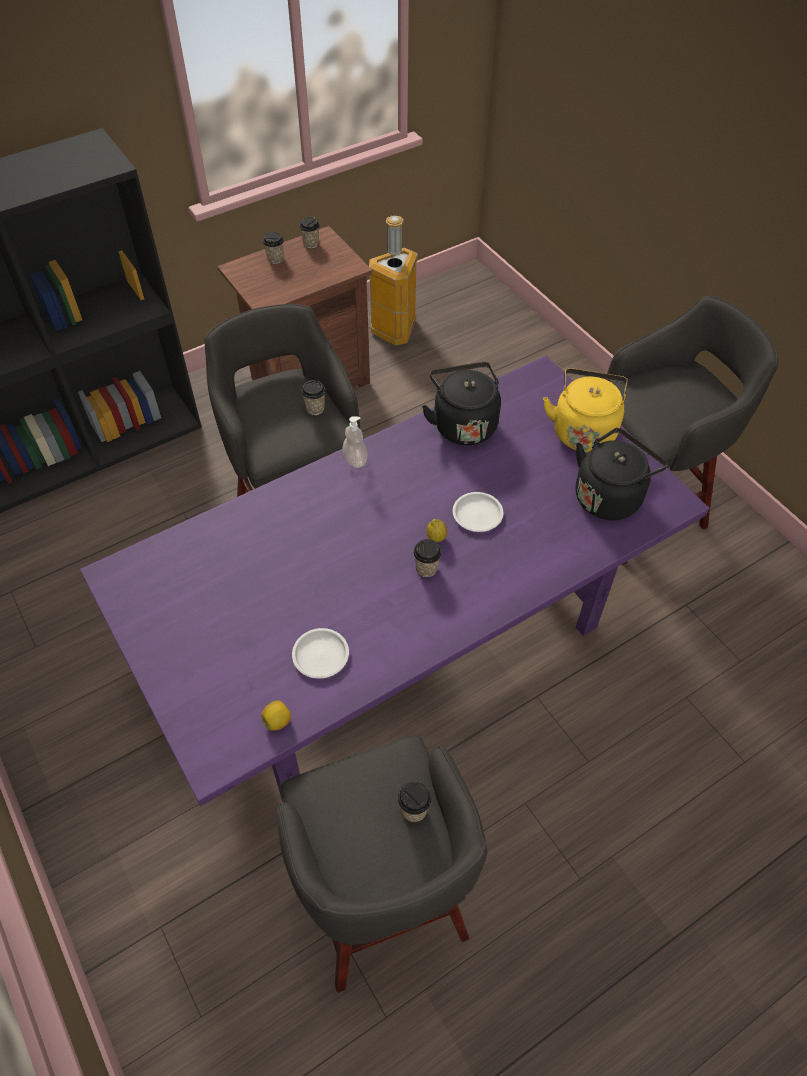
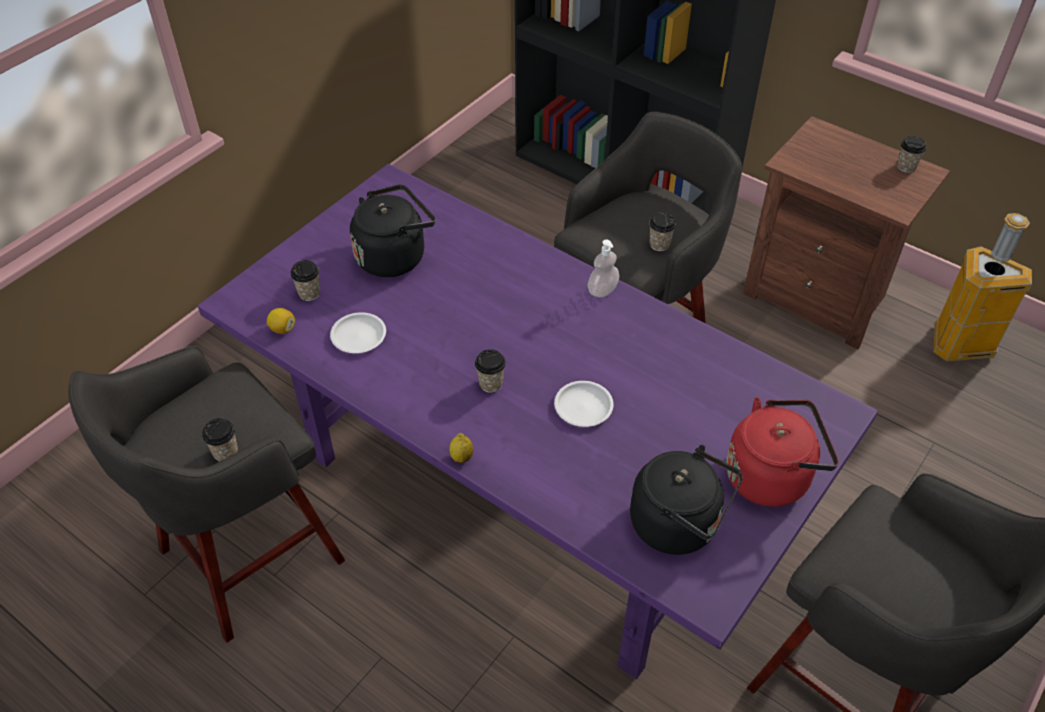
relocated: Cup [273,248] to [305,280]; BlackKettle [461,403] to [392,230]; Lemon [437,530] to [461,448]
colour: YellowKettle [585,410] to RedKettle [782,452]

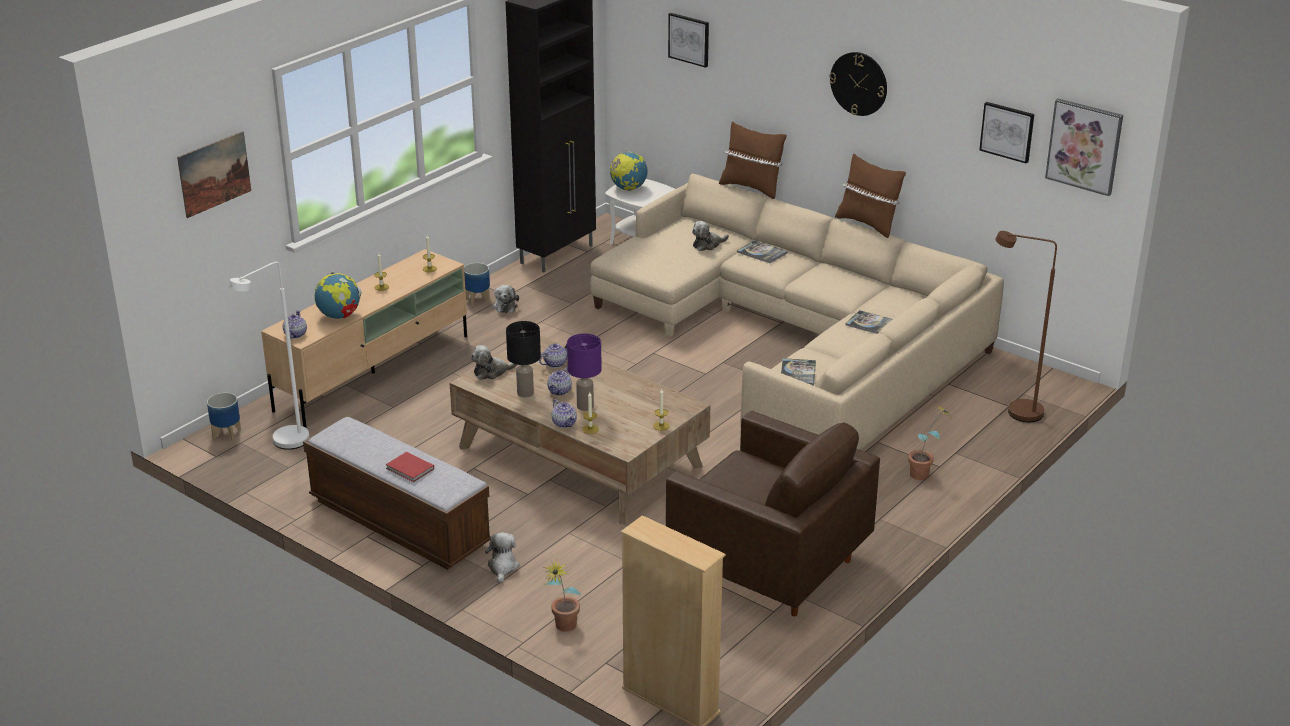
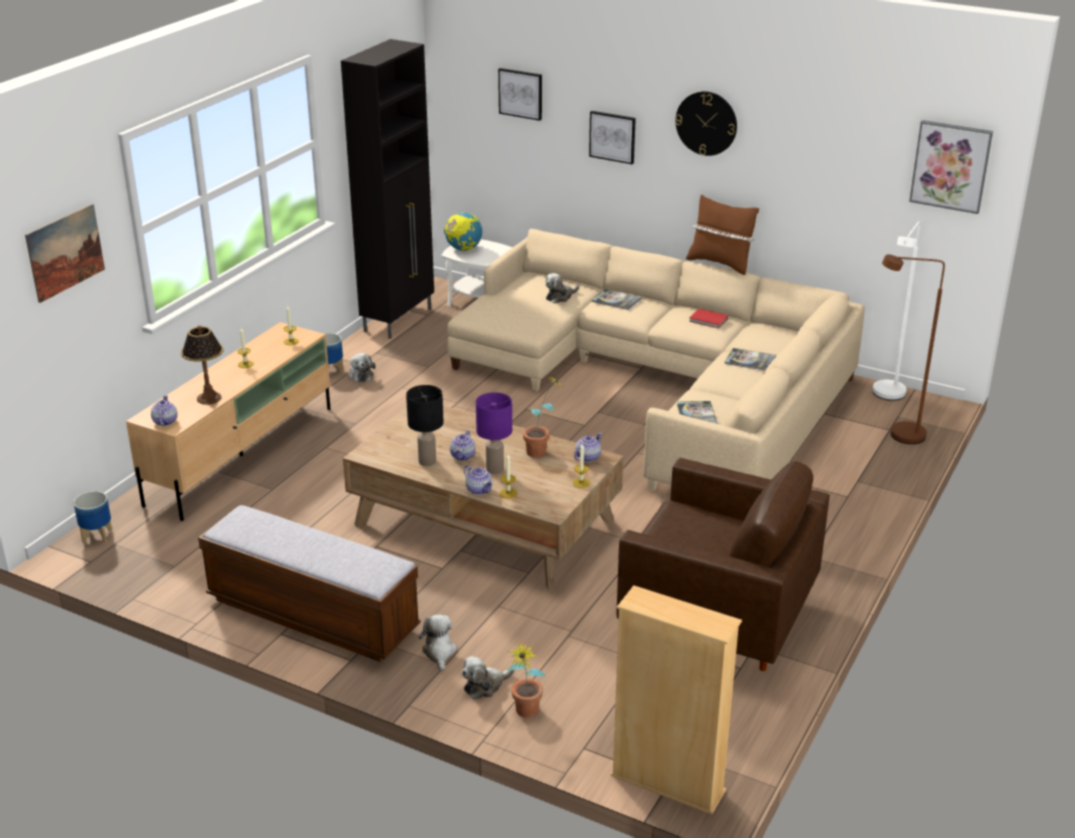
missing: BrownPillow [753,160]
relocated: Picture [1006,133] to [612,137]; WhiteFloorLamp [269,356] to [896,311]; Teapot [553,355] to [588,447]; PlushToy [494,362] to [488,677]; PottedPlant [930,442] to [543,417]; RedBook [410,467] to [708,318]
exchanged: Globe [338,295] to TableLamp [202,365]

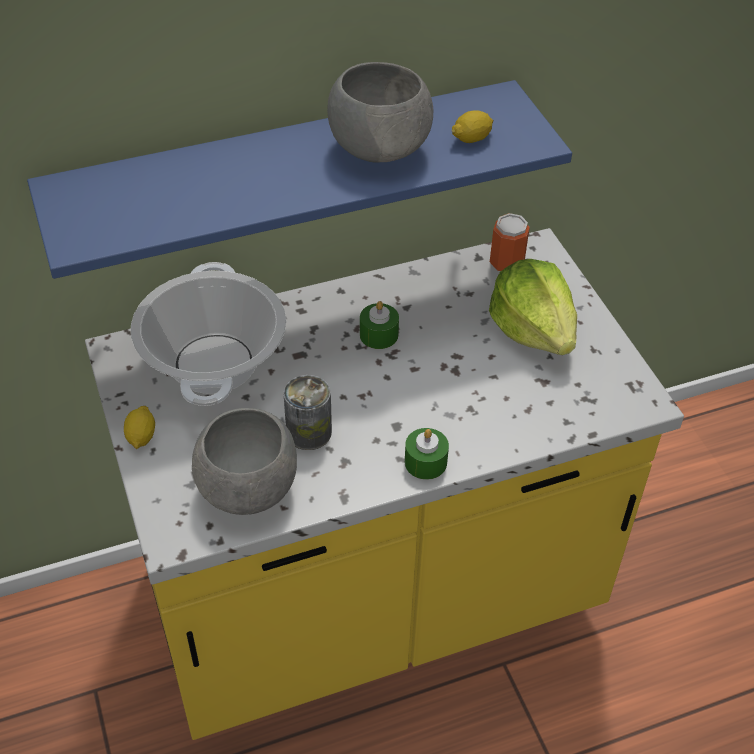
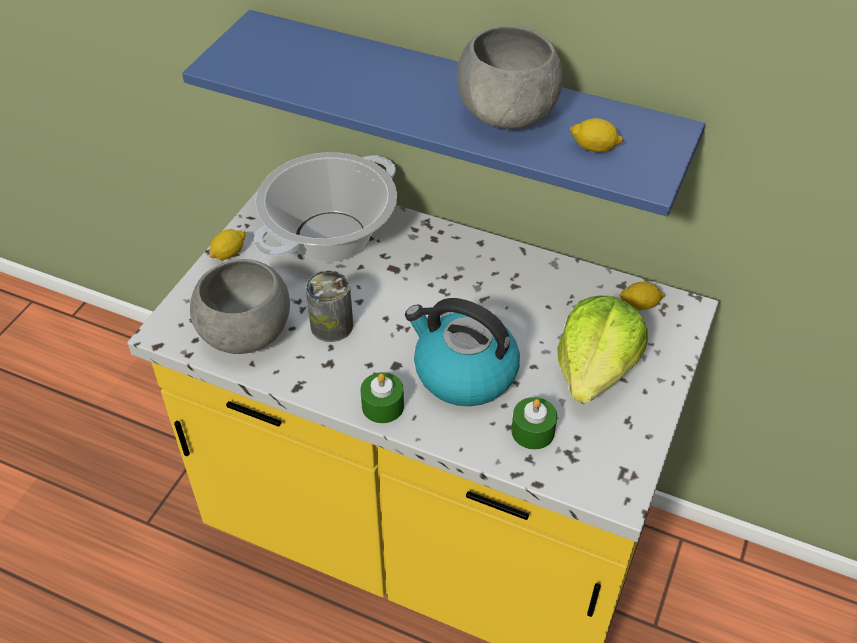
appeared: Kettle [462,352]
relocated: GreenCandle [379,325] to [534,423]
exchanged: Can [510,242] to Lemon [642,296]

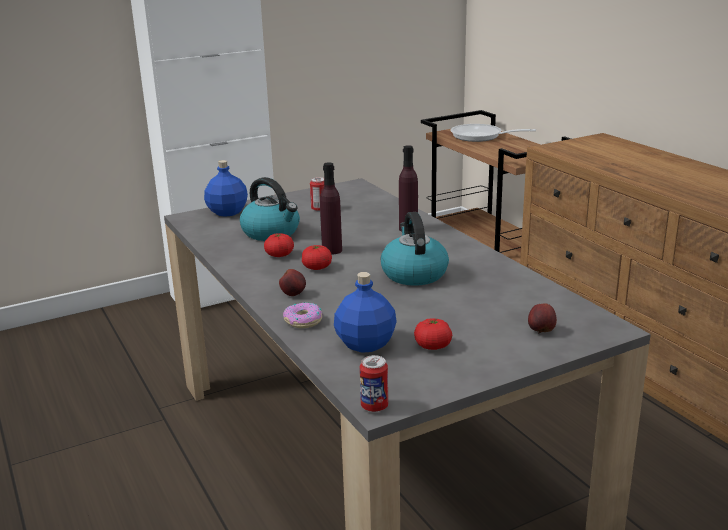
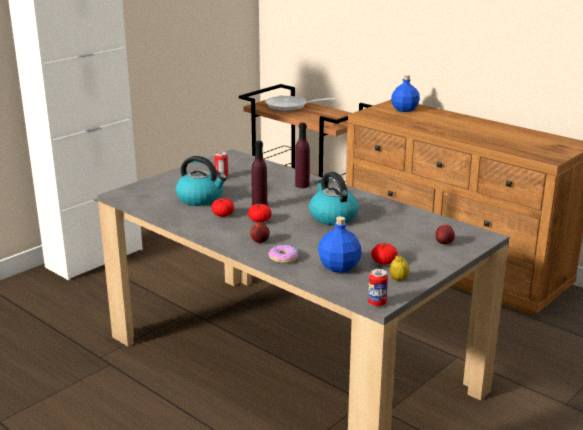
appeared: Lemon [399,268]
relocated: BlueBottle [226,188] to [405,93]

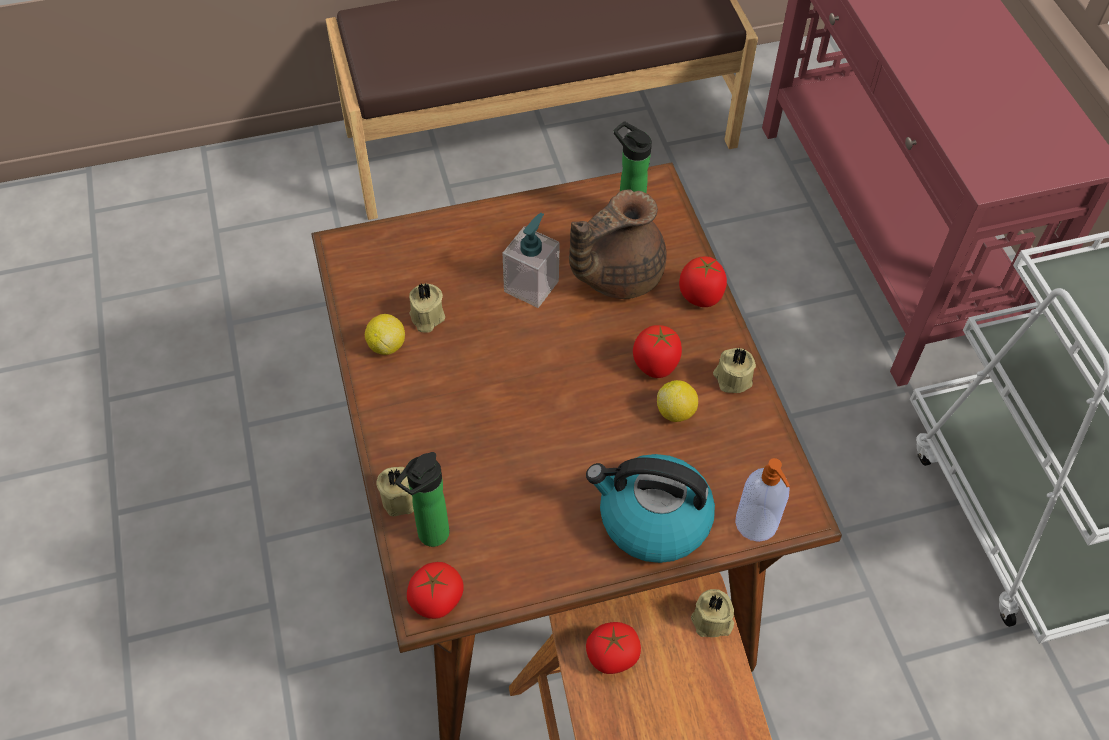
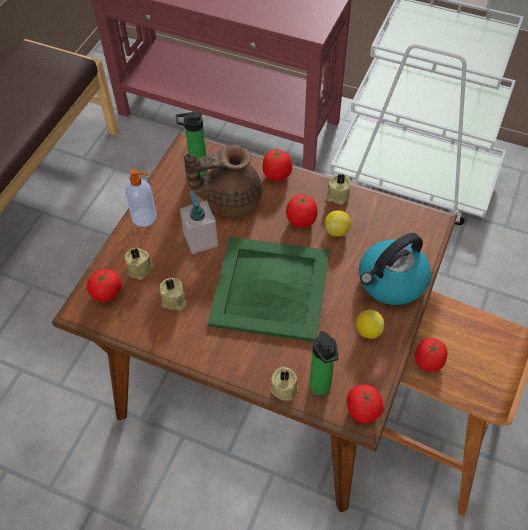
appeared: GreenTray [269,289]; Tomato [104,285]
relocated: Lemon [385,334] to [370,324]; SoapDispenser [762,500] to [141,198]; BeigeCandle [712,613] to [139,263]
spun: BrownTeapot [618,244] = [223,181] 75 degrees clockwise

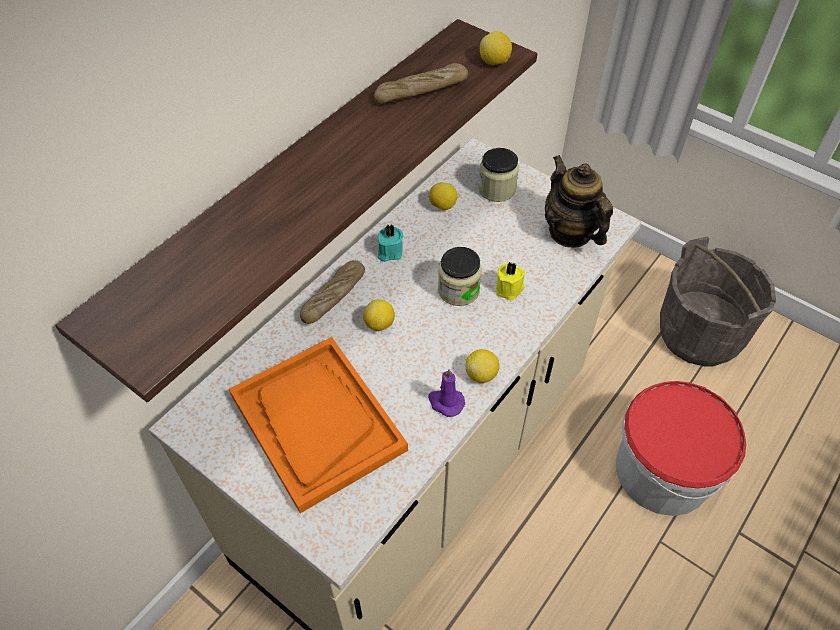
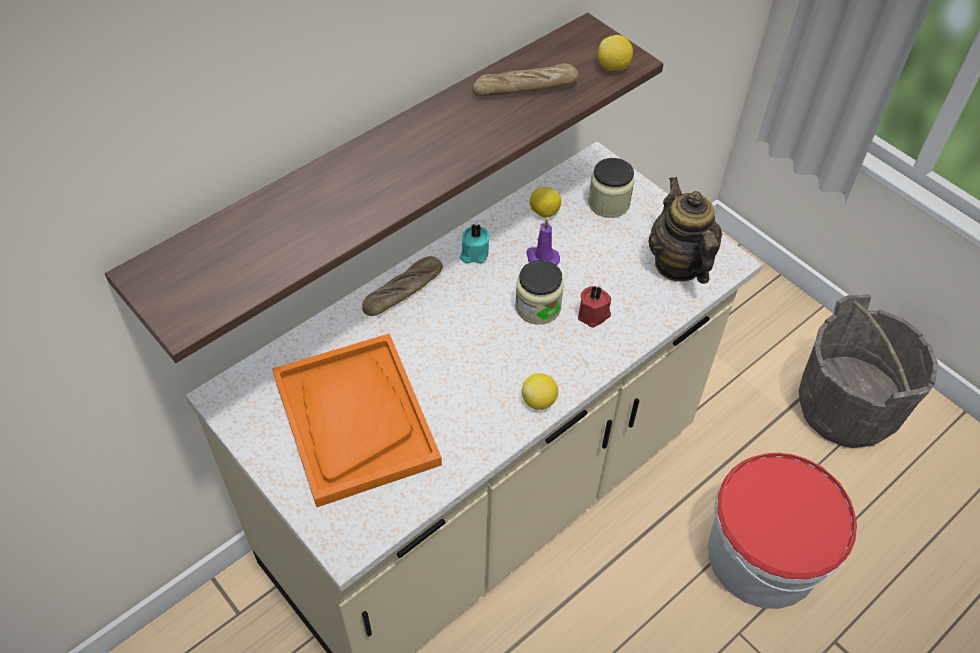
missing: Lemon [379,316]
relocated: PurpleCandle [446,393] to [543,242]
colour: YellowCandle [510,281] to RedCandle [594,307]

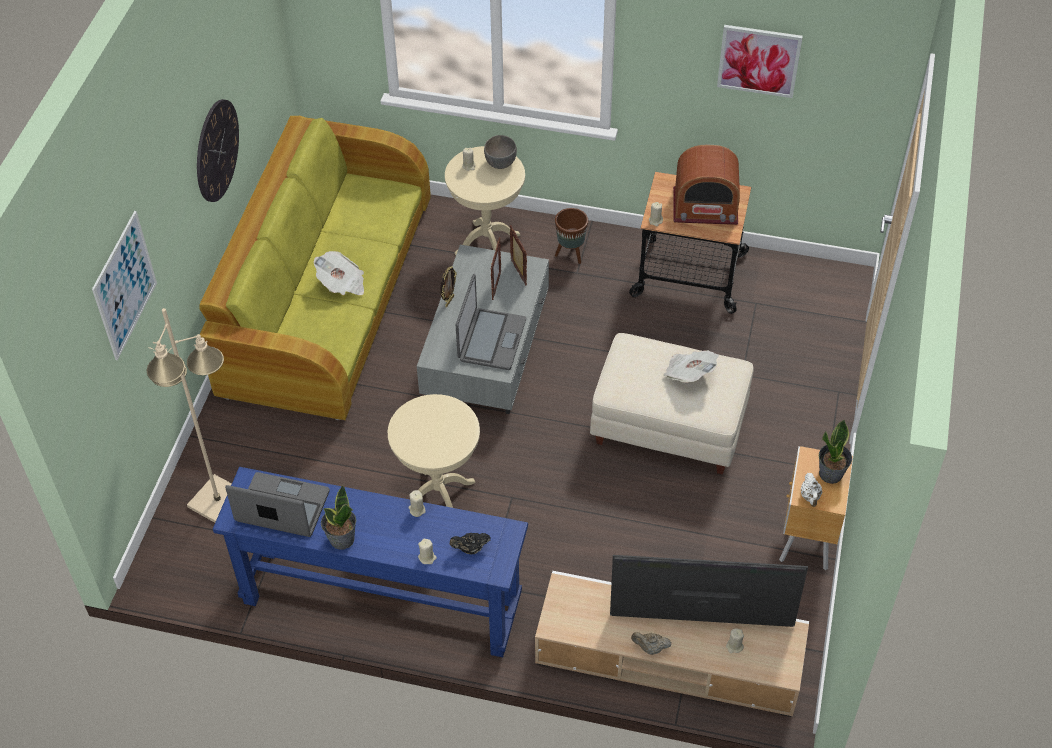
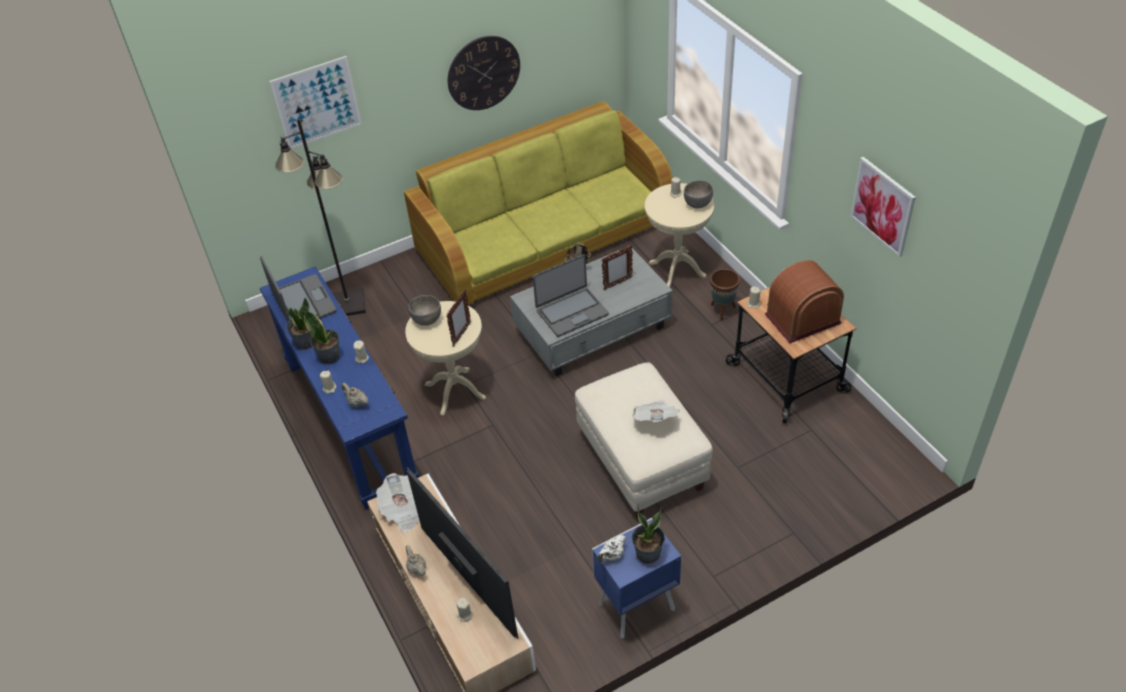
appeared: GreyBowl [424,310]; PottedPlant [322,337]
relocated: PictureFrame [518,255] to [458,318]; Newspaper [338,273] to [398,502]
colour: BeigeFloorLamp [189,415] to BlackFloorLamp [320,217]; BrownNightstand [816,508] to BlueNightstand [636,578]; BlackTeapot [470,544] to BeigeTeapot [355,395]
spun: Radio [706,185] = [804,301] 105 degrees clockwise

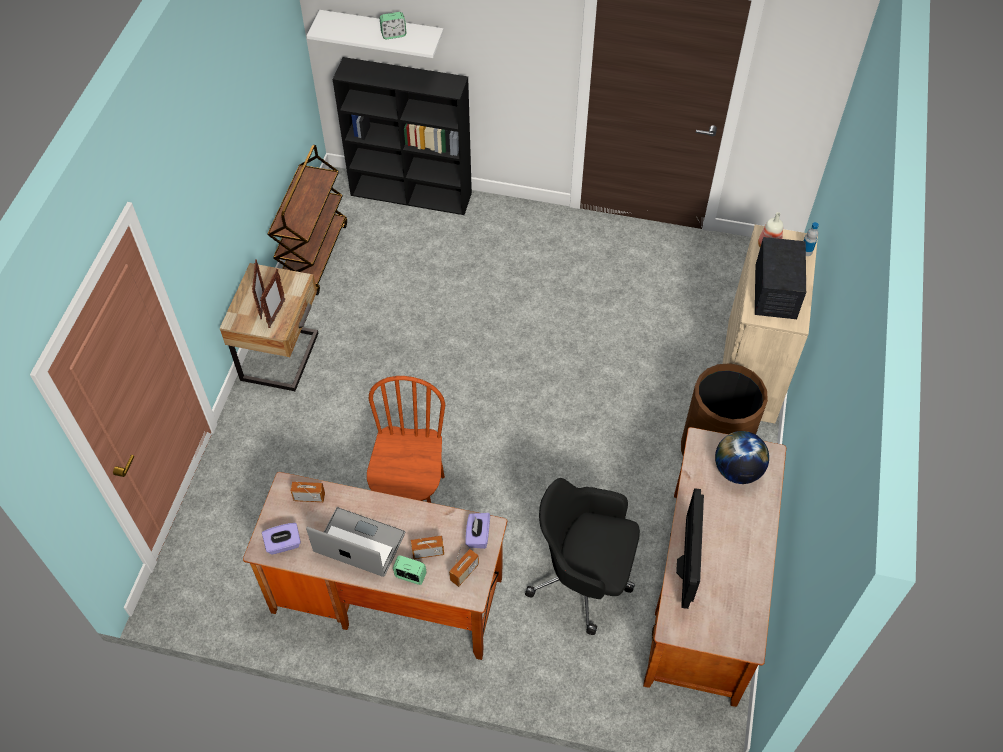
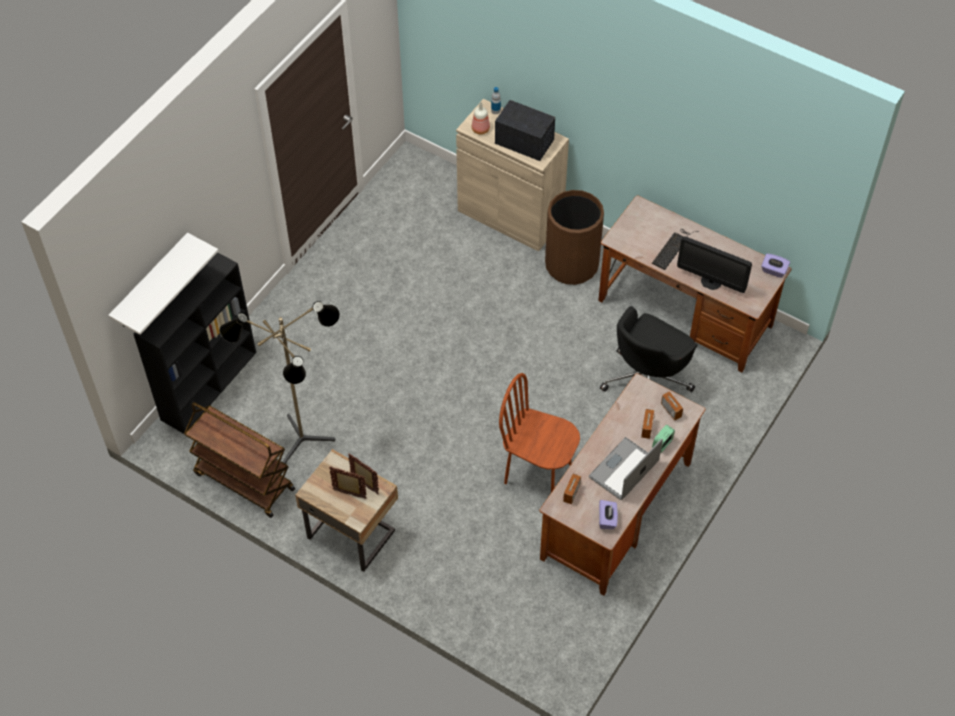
missing: AlarmClock [393,25]; Globe [742,457]
appeared: Keyboard [675,250]; FloorLamp [279,382]
relocated: PurpleTissueBox [477,531] to [775,265]

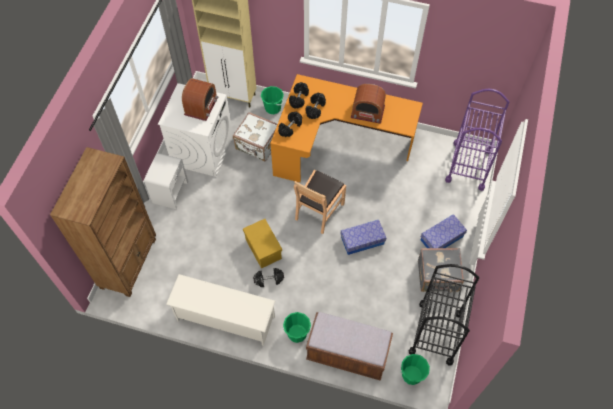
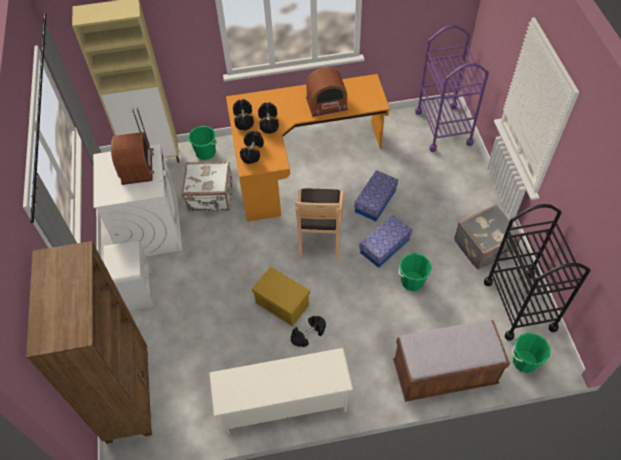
relocated: StorageBox [444,231] to [376,195]; GreenBucket [297,327] to [415,272]

